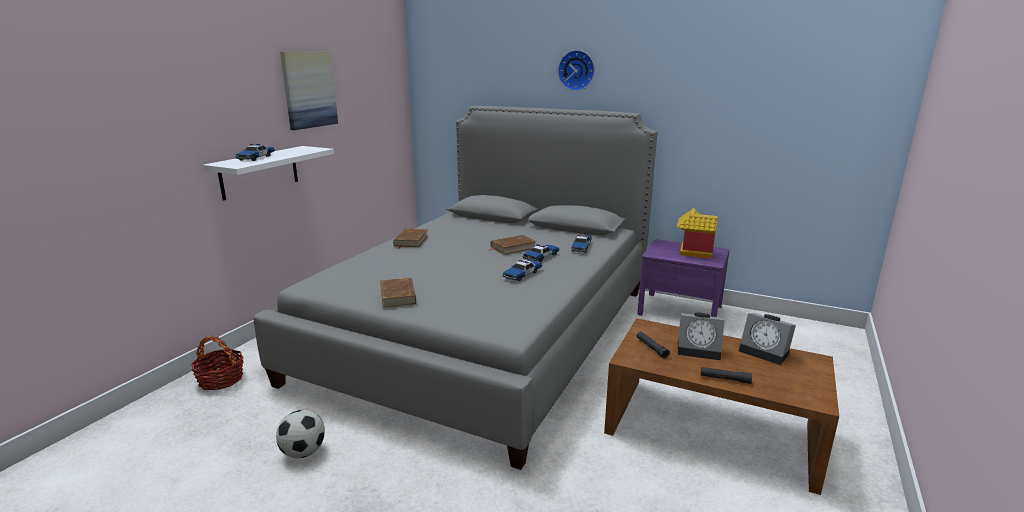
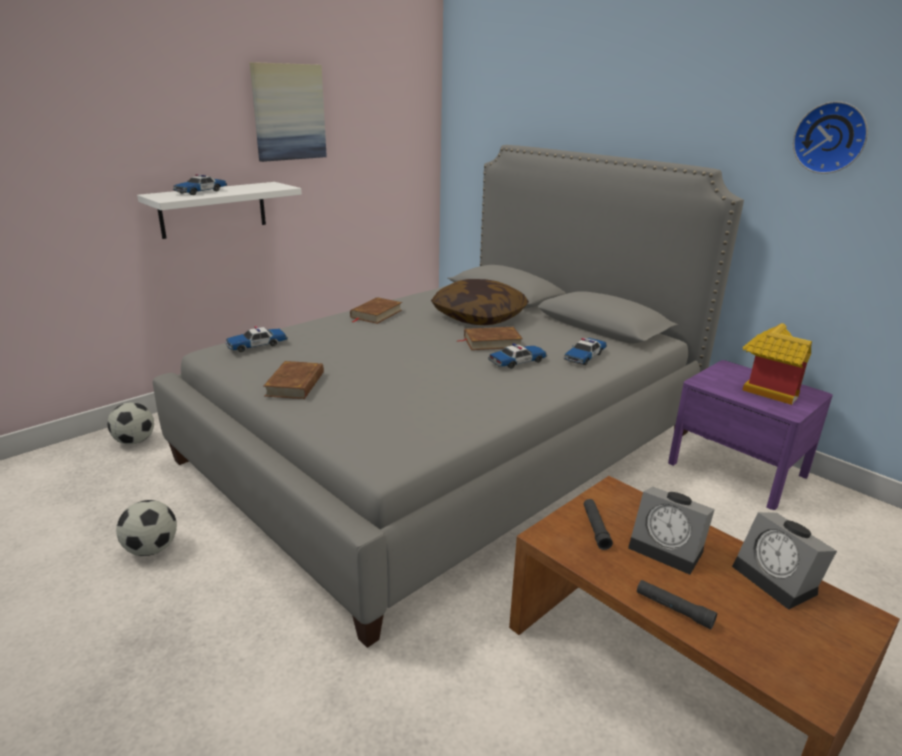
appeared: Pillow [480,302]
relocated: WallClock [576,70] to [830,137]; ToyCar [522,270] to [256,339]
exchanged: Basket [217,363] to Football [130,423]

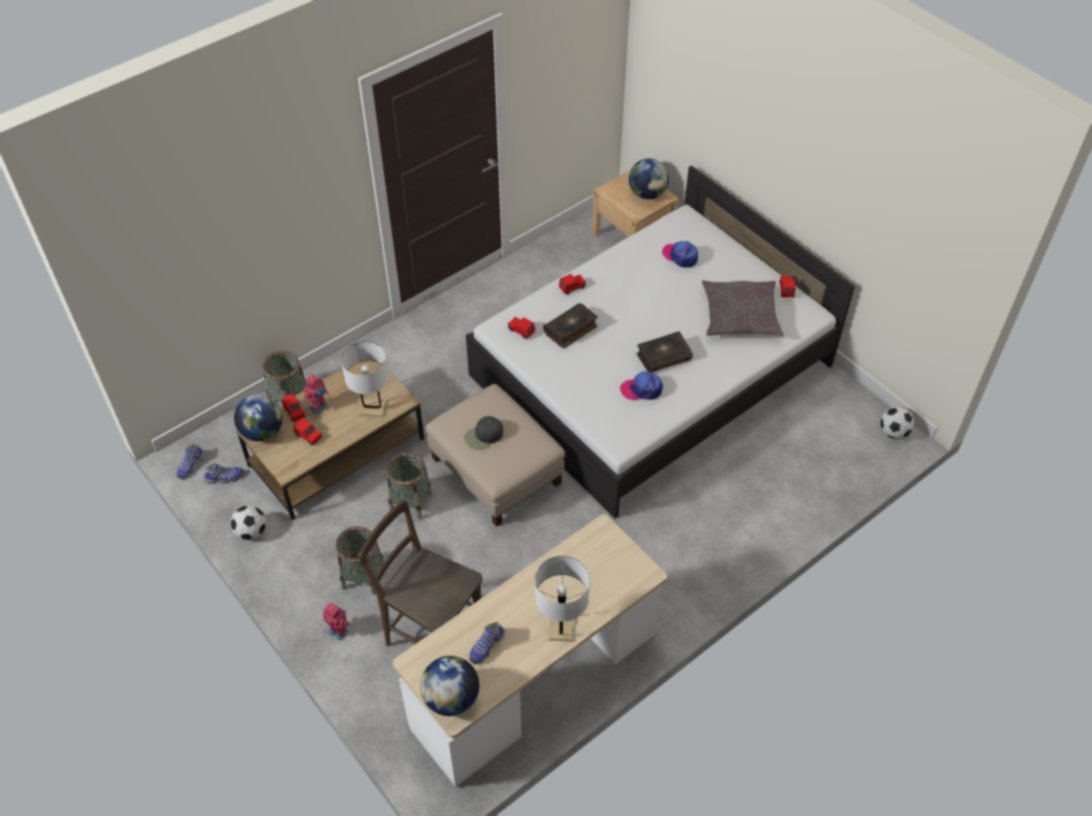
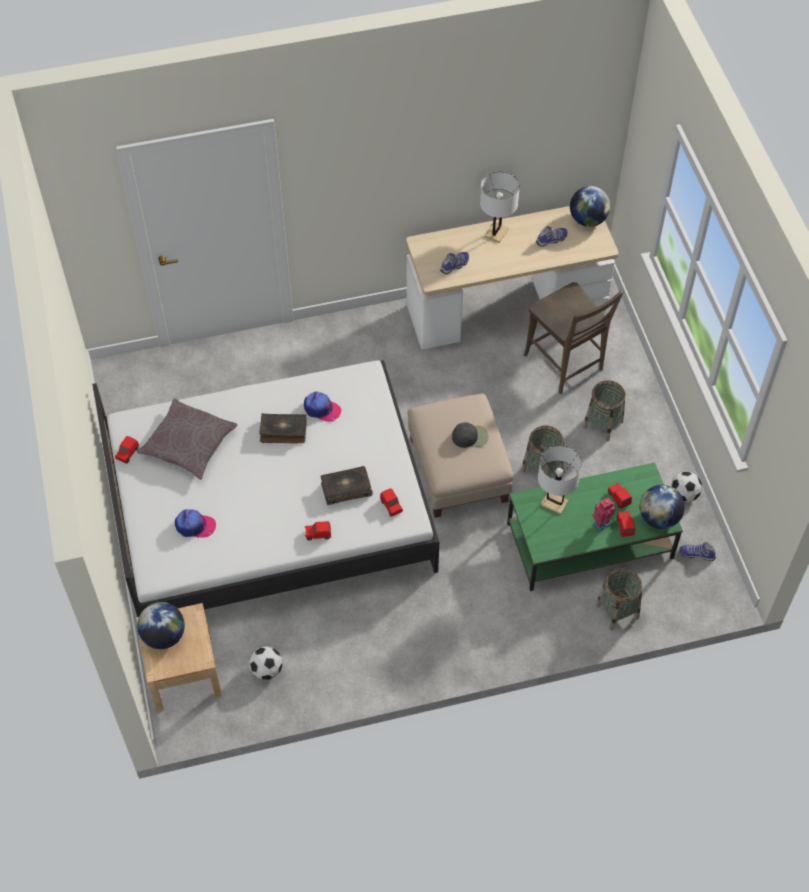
missing: ToyRobot [336,622]
relocated: Football [897,423] to [266,663]; Shoe [190,461] to [454,263]
colour: BrownCoffeeTable [329,440] to GreenCoffeeTable [595,526]
spun: Cap [680,254] = [195,523] 60 degrees counterclockwise

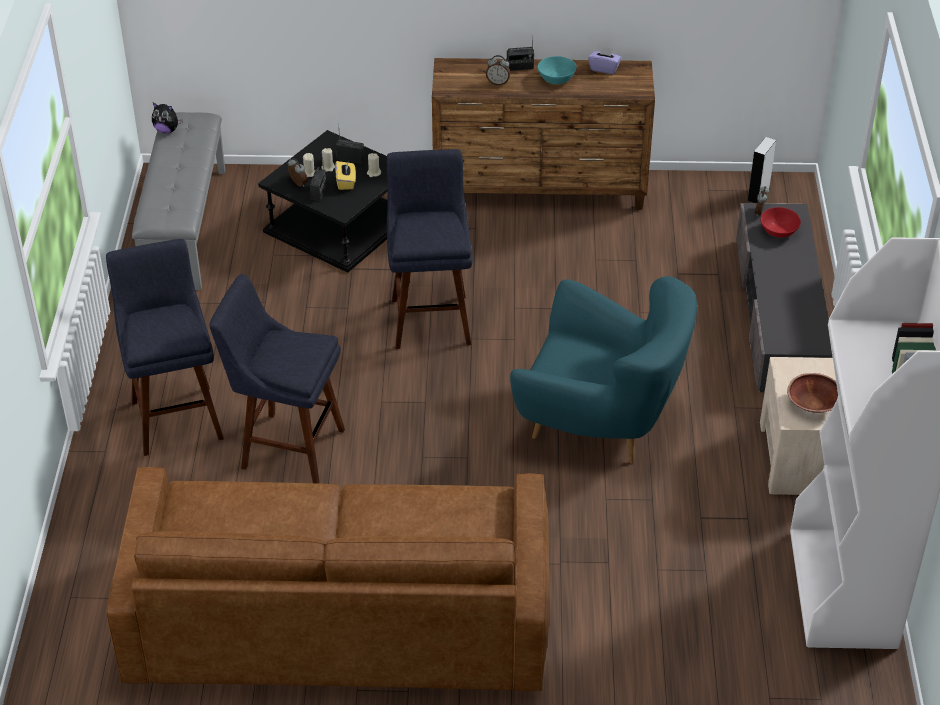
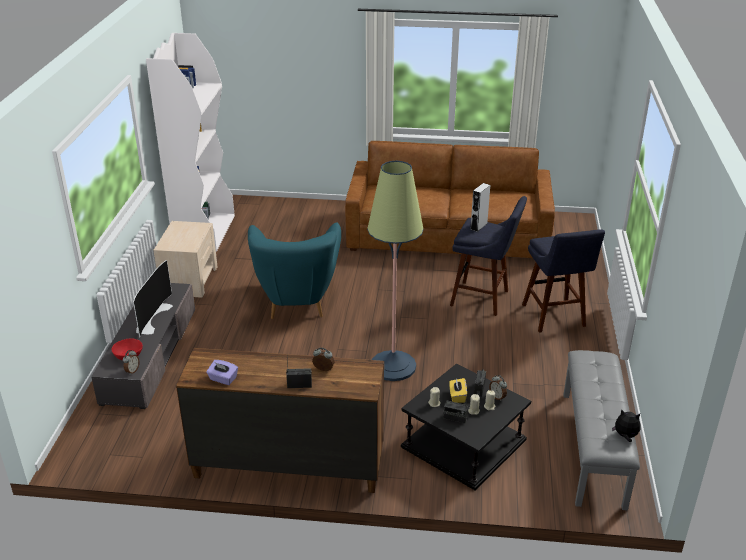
missing: TurquoiseBowl [557,70]; BrownBowl [812,393]
appeared: Television [153,299]
relocated: GreySpeaker [761,170] to [480,207]
exchanged: BlueStool [429,249] to FloorLamp [395,271]
spun: TurquoiseArmchair [603,370] = [294,270] 120 degrees counterclockwise

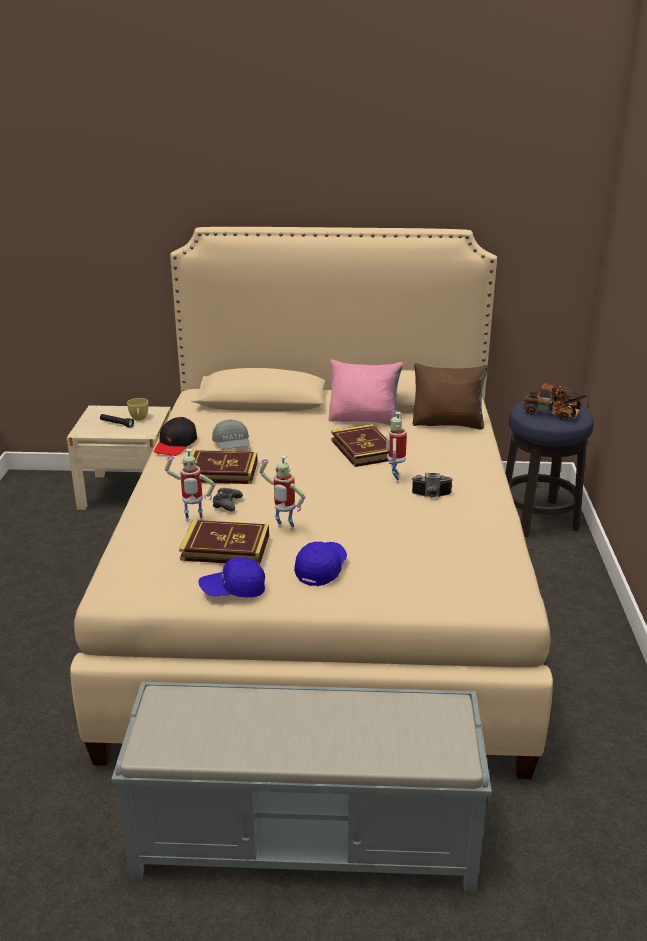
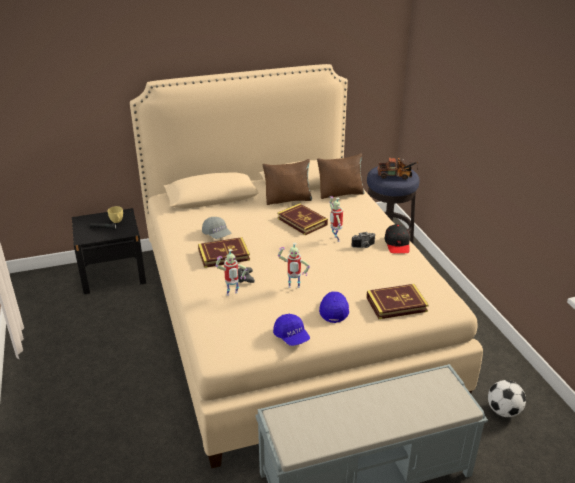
appeared: Football [507,398]
relocated: BlackCap [175,436] to [397,239]; Book [224,542] to [397,301]
colour: PinkPillow [365,392] to BrownPillow [287,182]; BeigeNightstand [119,457] to BlackNightstand [109,251]
spun: BlueCap [231,577] = [291,330] 90 degrees counterclockwise

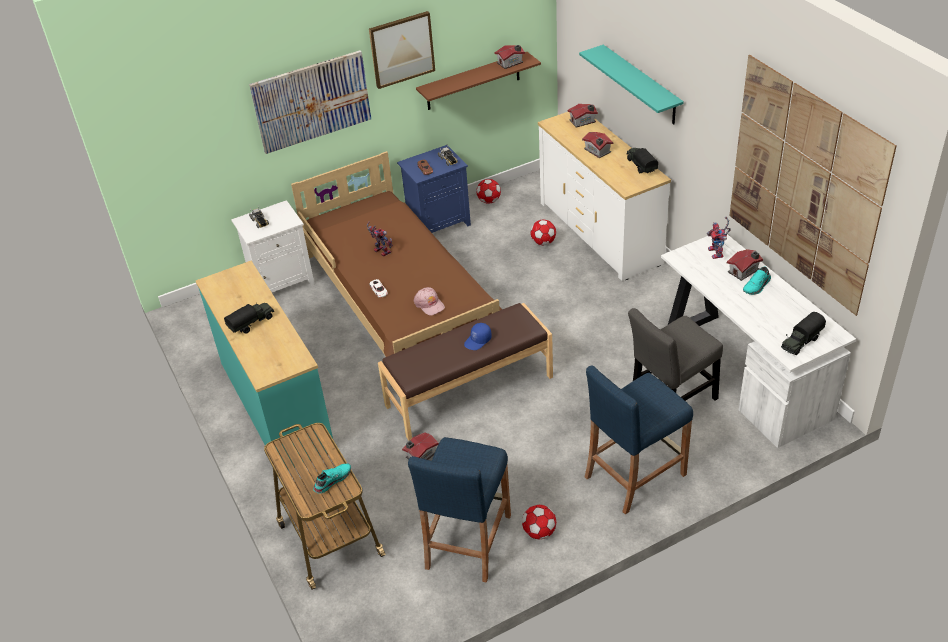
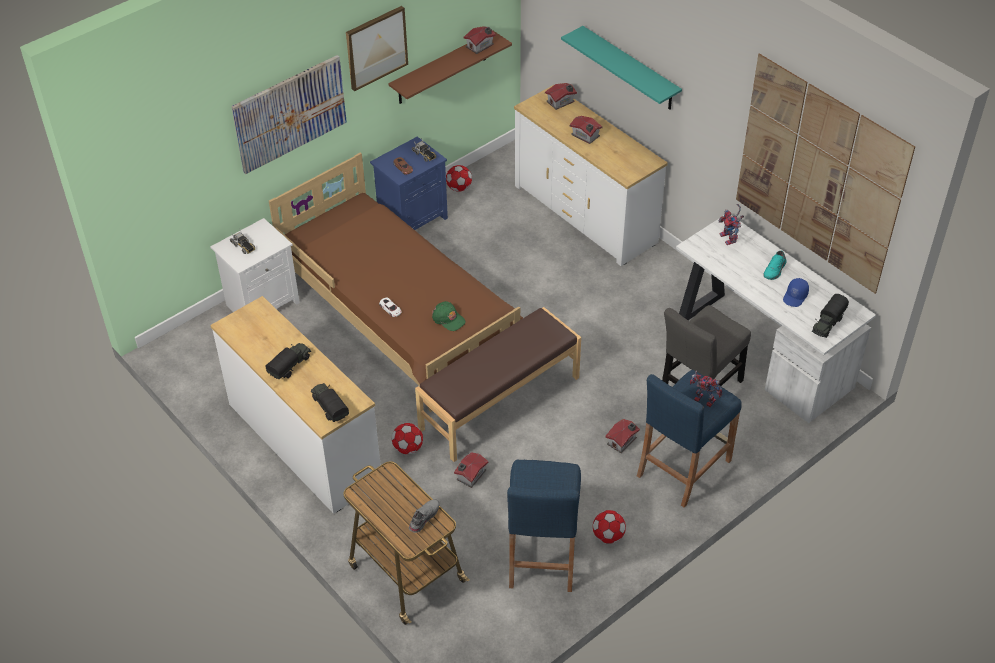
relocated: ToyTruck [642,160] to [330,402]; Football [543,232] to [407,438]; ToyRobot [380,239] to [706,388]; ToyHouse [745,265] to [622,436]; BlueCap [478,336] to [796,292]
colour: TurquoiseDresser [264,366] to WhiteDresser [295,405]; PinkCap [429,301] to GreenCap [449,316]; TurquoiseShoe [332,479] to GreyShoe [424,516]

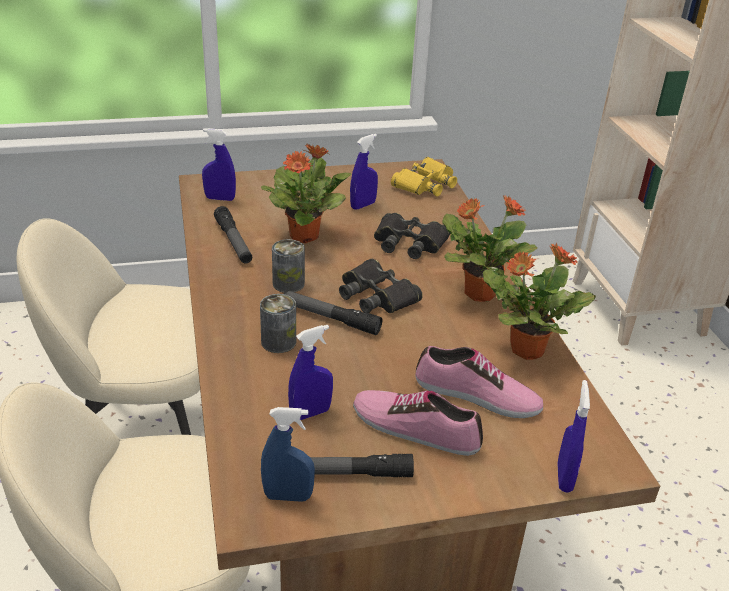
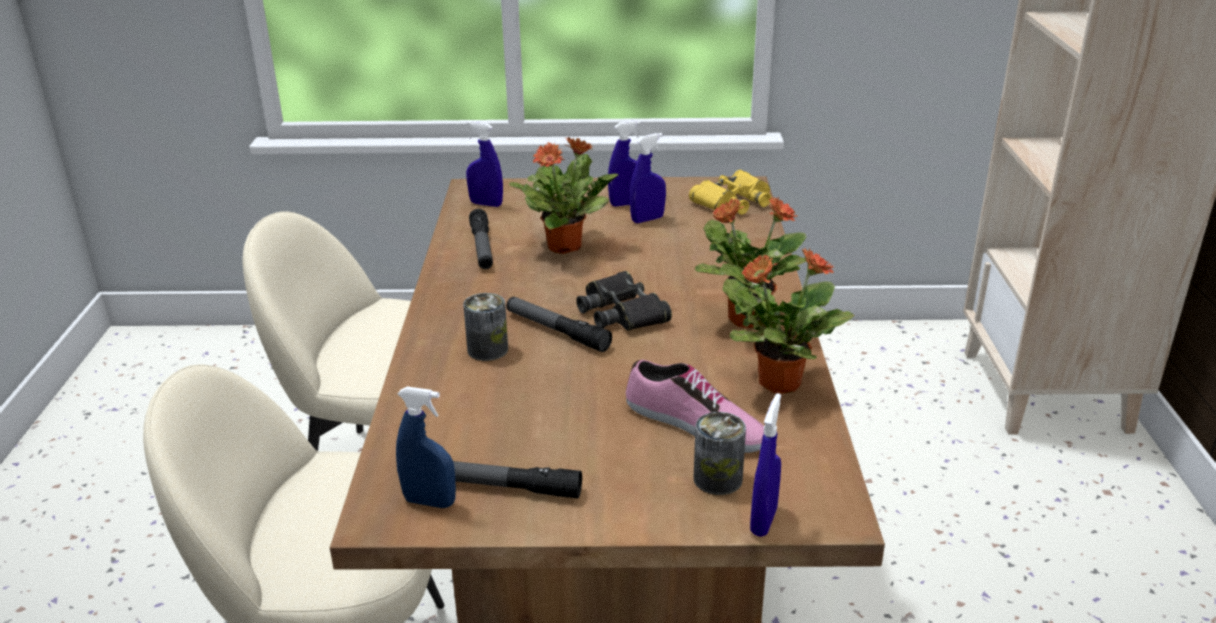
missing: BlackBinoculars [412,236]; Shoe [418,423]
relocated: Can [288,266] to [720,453]; BlueSprayBottle [310,372] to [624,163]

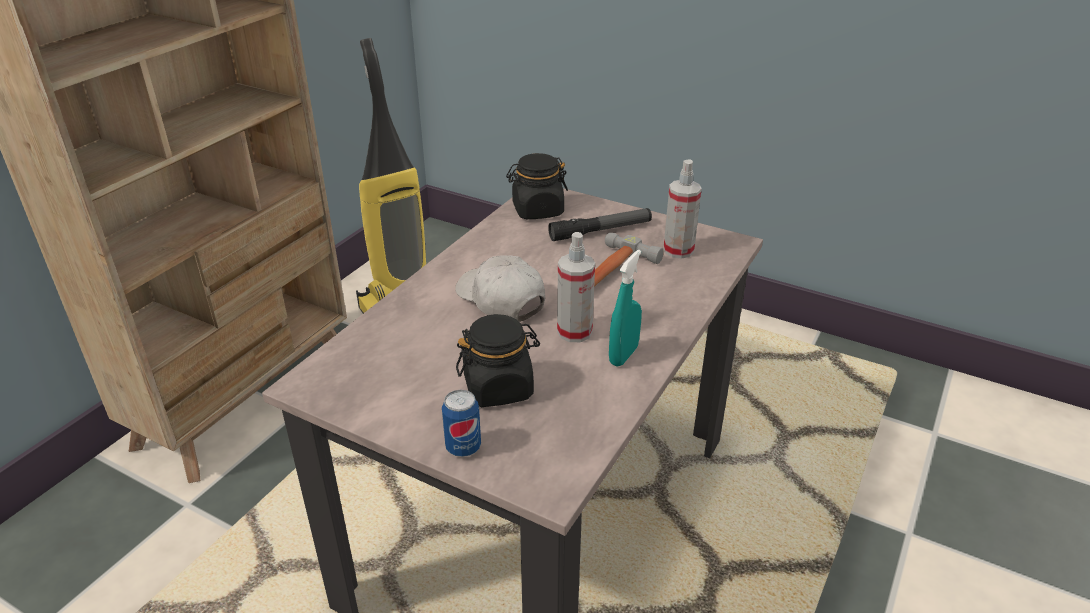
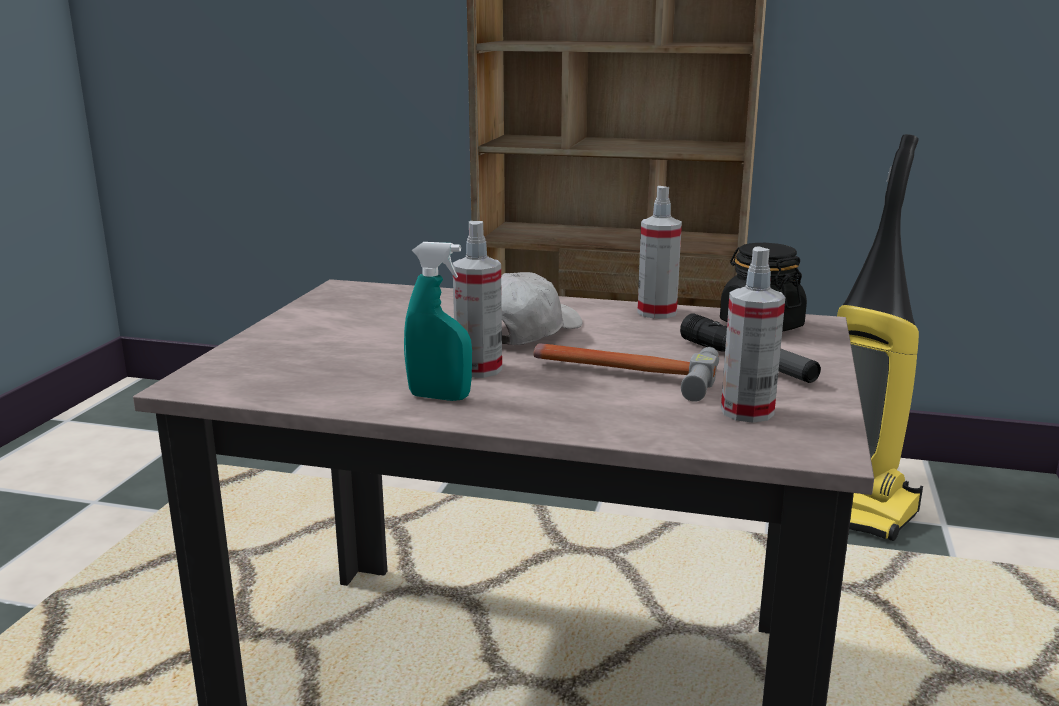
missing: BlackJar [498,360]; Can [461,423]
appeared: SprayBottle [659,252]

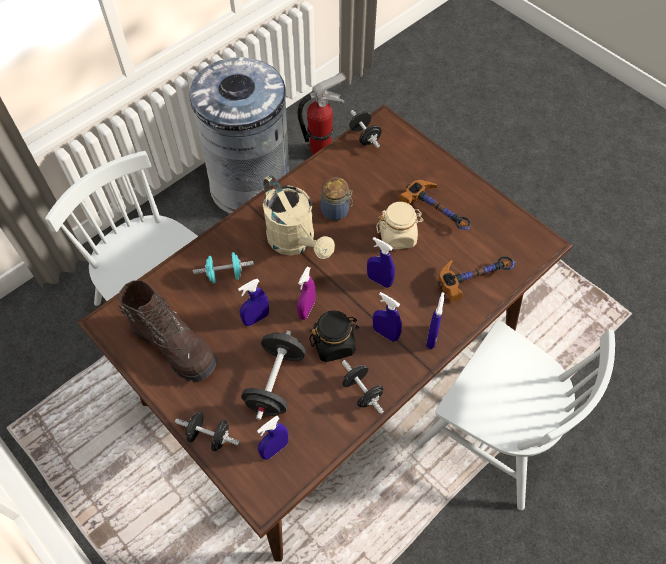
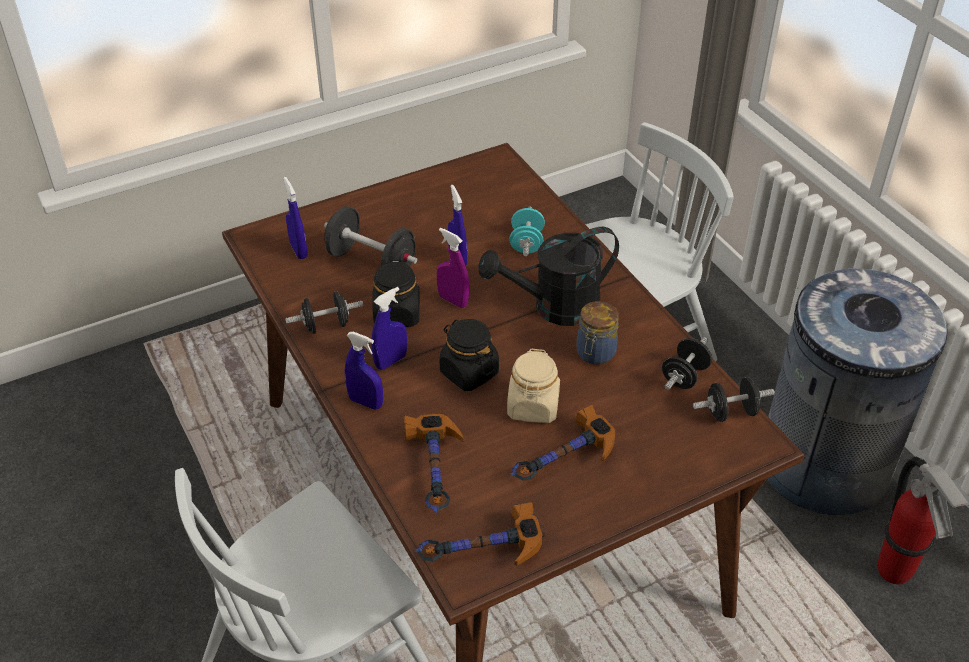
missing: BrownBoot [167,331]
appeared: Hammer [479,533]
relocated: BlackDumbbell [207,431] to [687,363]
exchanged: BlueSprayBottle [381,262] to BlackJar [469,355]
colour: BeigeWateringCan [299,217] to BlackWateringCan [548,276]

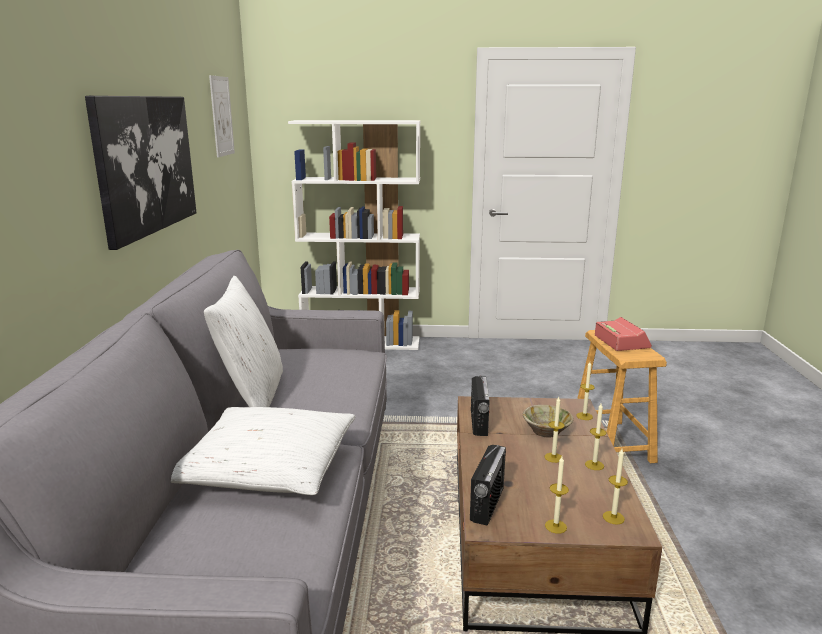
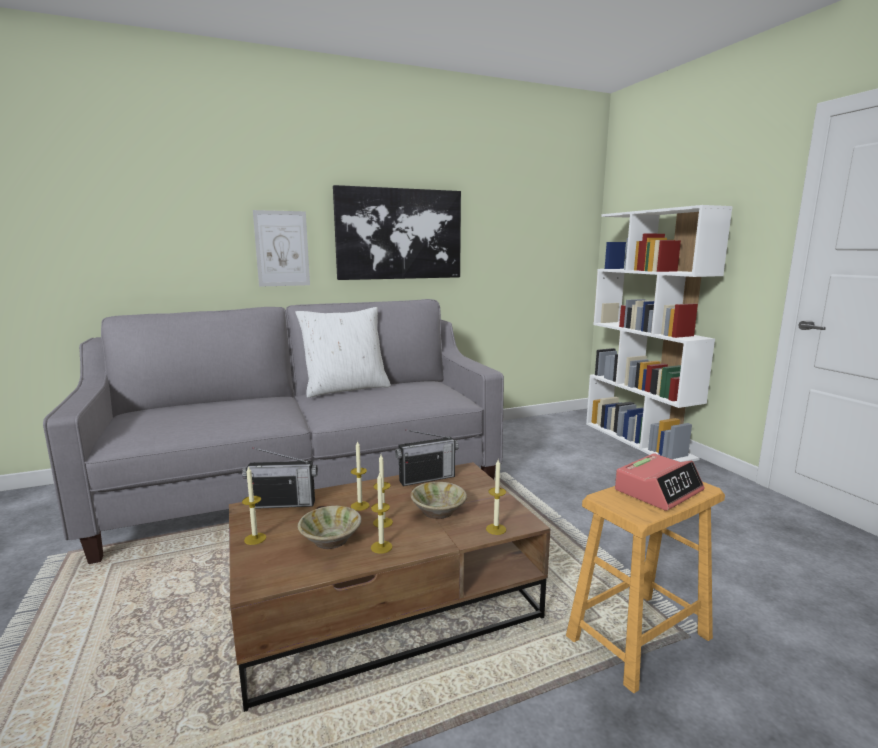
missing: WhitePillow [263,451]
appeared: BeigeBowl [330,527]
relocated: Picture [222,116] to [281,248]; Candle [615,486] to [360,475]

